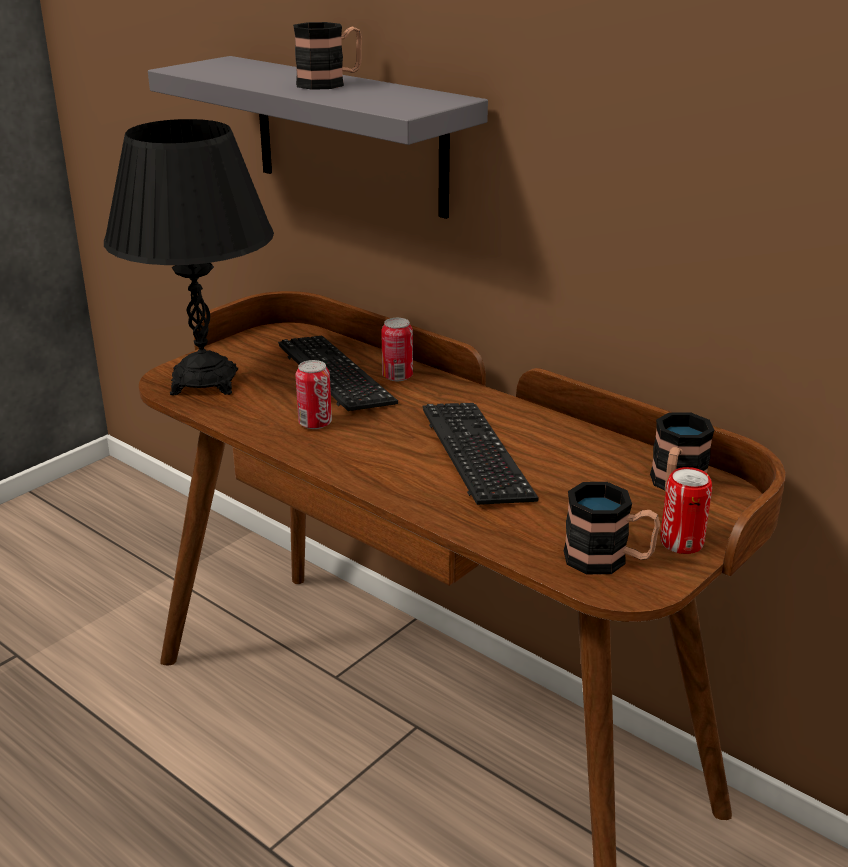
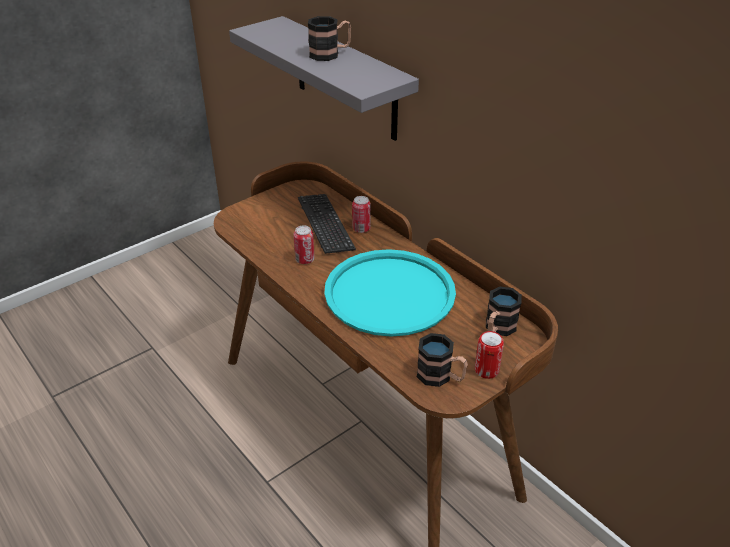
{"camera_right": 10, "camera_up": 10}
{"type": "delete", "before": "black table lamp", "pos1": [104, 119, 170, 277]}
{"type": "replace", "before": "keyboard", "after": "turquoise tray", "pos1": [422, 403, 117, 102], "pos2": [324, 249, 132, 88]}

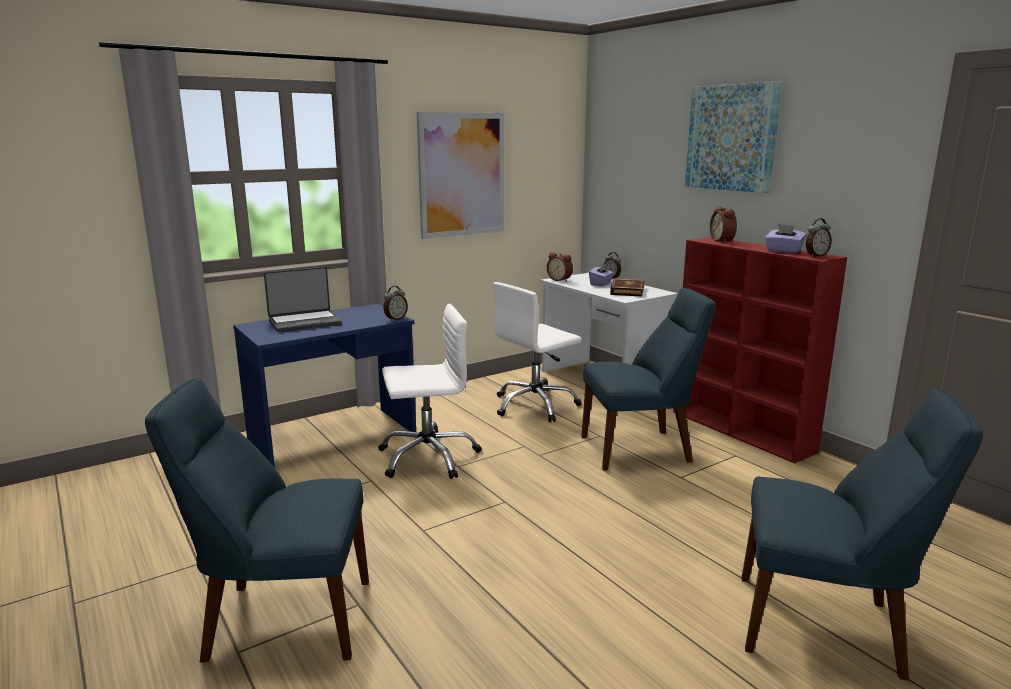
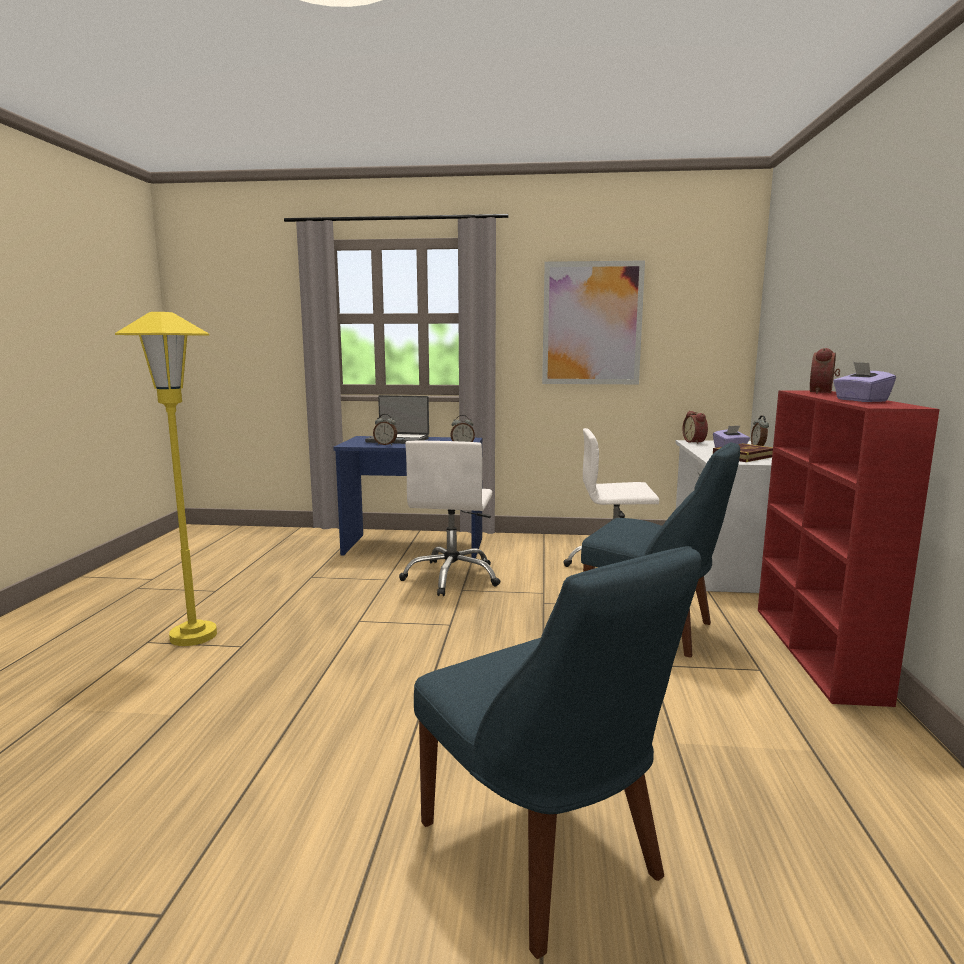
{"camera_right": 40, "camera_up": -5}
{"type": "replace", "before": "blue chair", "after": "yellow floor lamp", "pos1": [145, 378, 224, 284], "pos2": [115, 312, 102, 334]}
{"type": "rotate", "before": "white office chair", "pos1": [378, 304, 104, 175], "pos2": [399, 441, 102, 155], "turn": 75}
{"type": "delete", "before": "picture", "pos1": [685, 81, 97, 112]}
{"type": "move", "before": "alarm clock", "pos1": [806, 218, 26, 39], "pos2": [373, 414, 24, 31]}

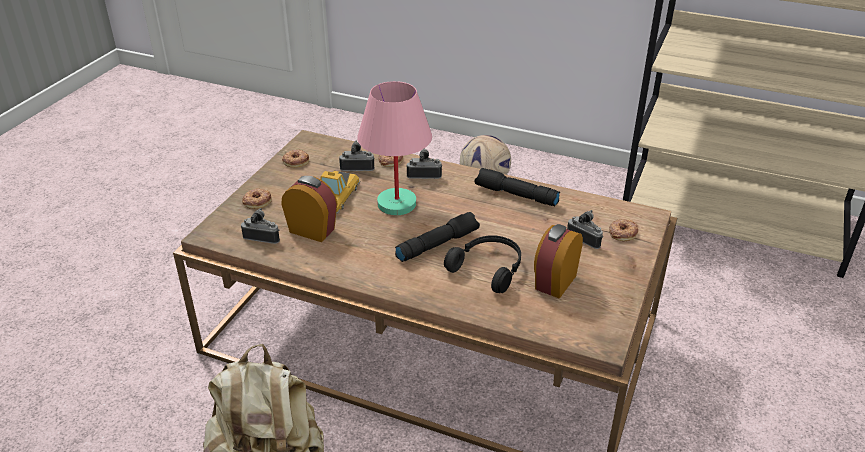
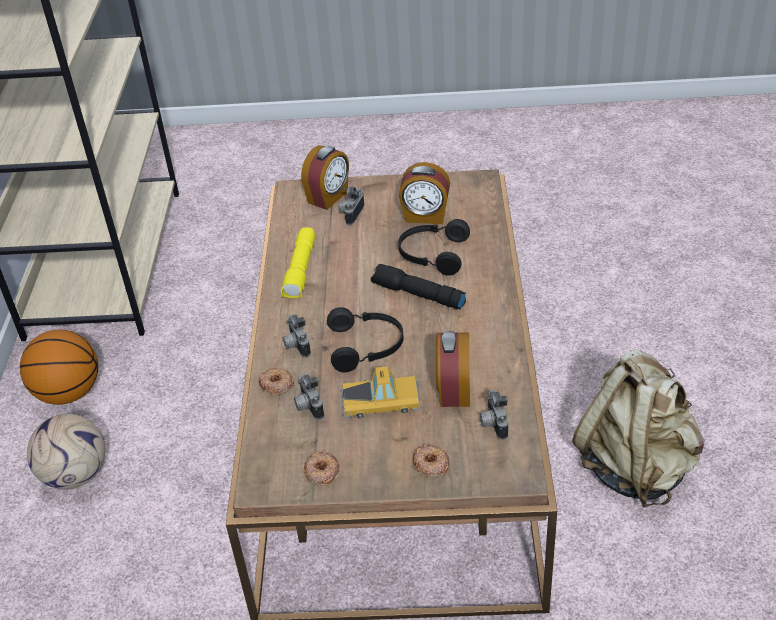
{"camera_right": -110, "camera_up": 5}
{"type": "replace", "before": "pink table lamp", "after": "black headphones", "pos1": [357, 81, 75, 134], "pos2": [327, 307, 77, 65]}
{"type": "recolor", "before": "black flashlight", "after": "yellow flashlight", "pos1": [475, 168, 85, 38], "pos2": [281, 227, 34, 71]}
{"type": "replace", "before": "donut", "after": "alarm clock", "pos1": [609, 219, 29, 22], "pos2": [301, 145, 48, 65]}
{"type": "insert", "after": "basketball", "pos2": [20, 330, 78, 75]}

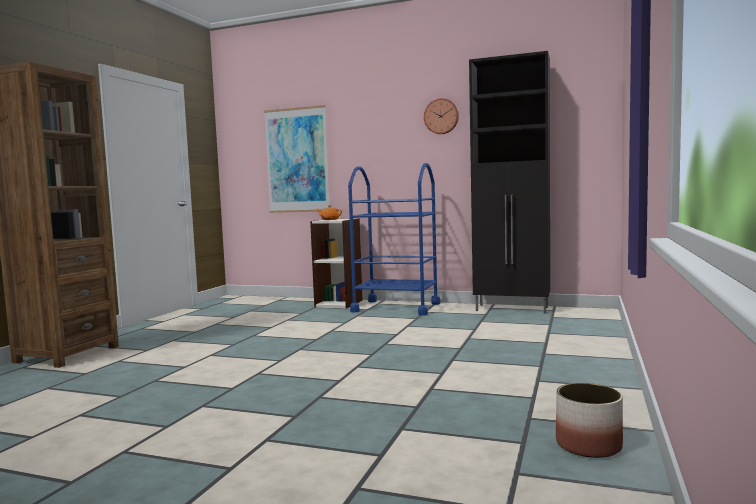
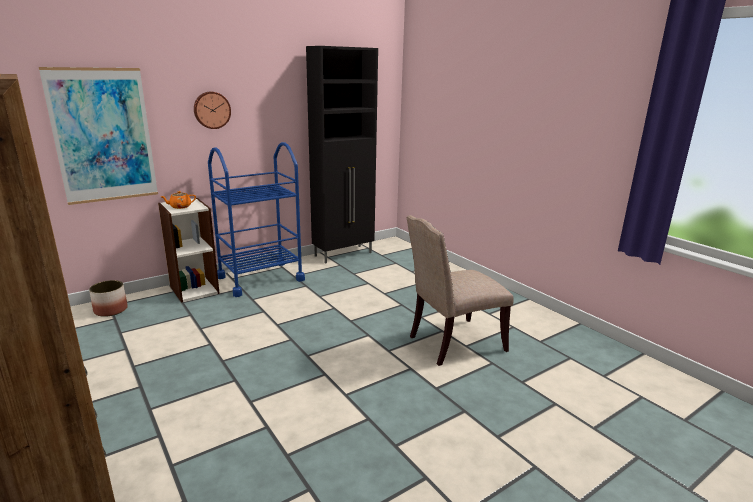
{"camera_right": -55, "camera_up": 15}
{"type": "move", "before": "wall clock", "pos1": [424, 98, 35, 36], "pos2": [194, 92, 37, 37]}
{"type": "move", "before": "planter", "pos1": [556, 383, 67, 75], "pos2": [89, 280, 39, 37]}
{"type": "insert", "after": "beige chair", "pos2": [407, 215, 107, 151]}

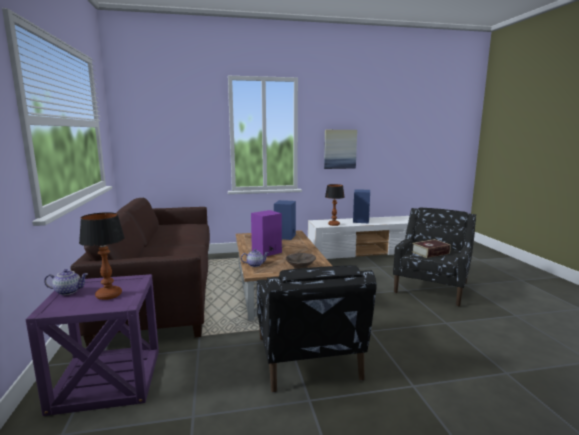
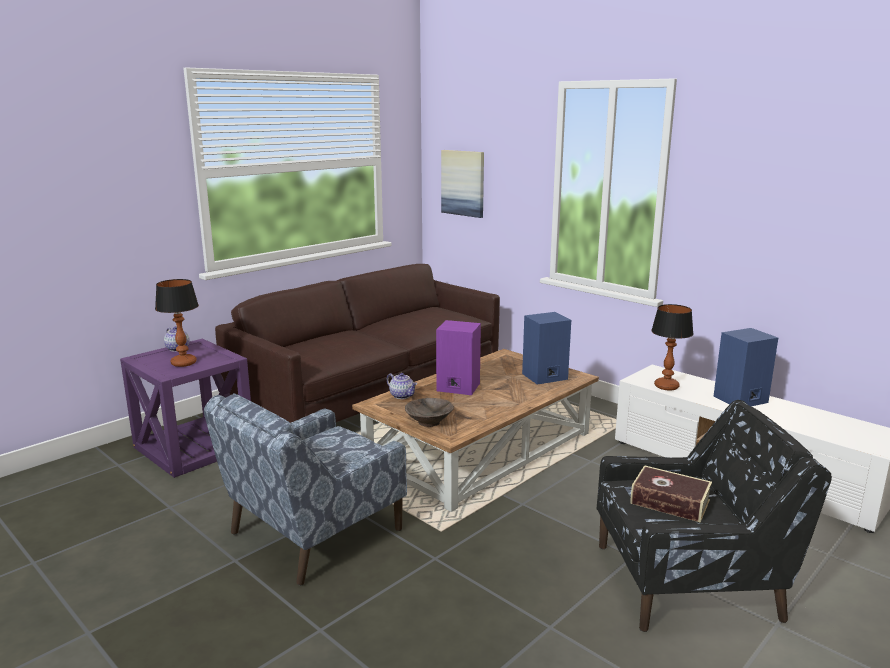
{"camera_right": 55, "camera_up": 5}
{"type": "recolor", "before": "black armchair", "after": "blue armchair", "pos1": [257, 265, 120, 128], "pos2": [204, 393, 203, 192]}
{"type": "move", "before": "picture", "pos1": [324, 130, 33, 39], "pos2": [441, 150, 43, 68]}

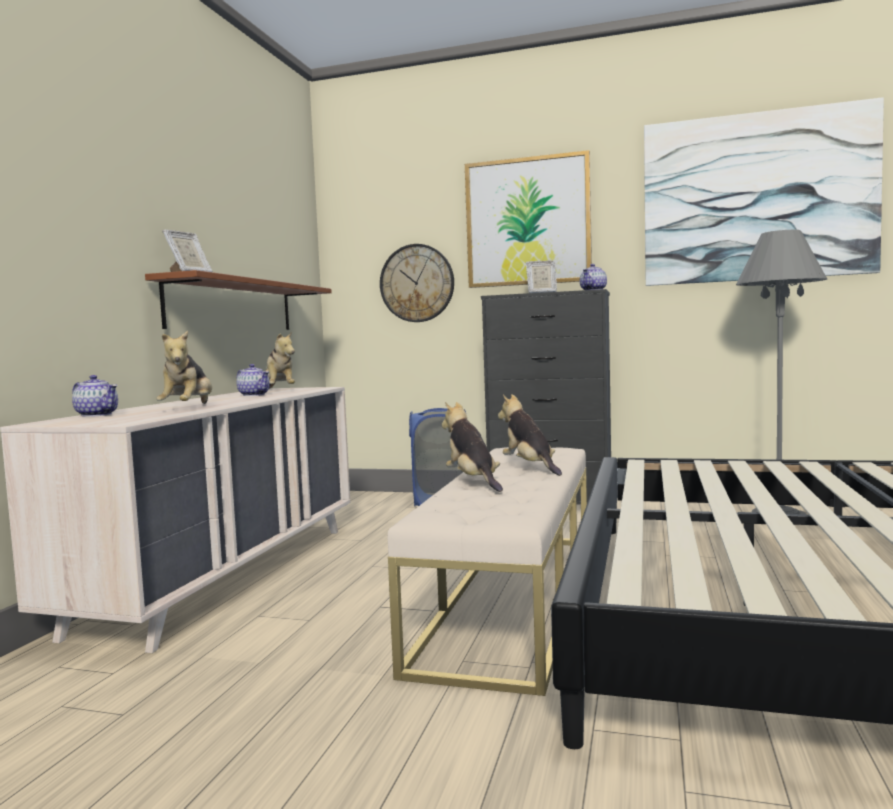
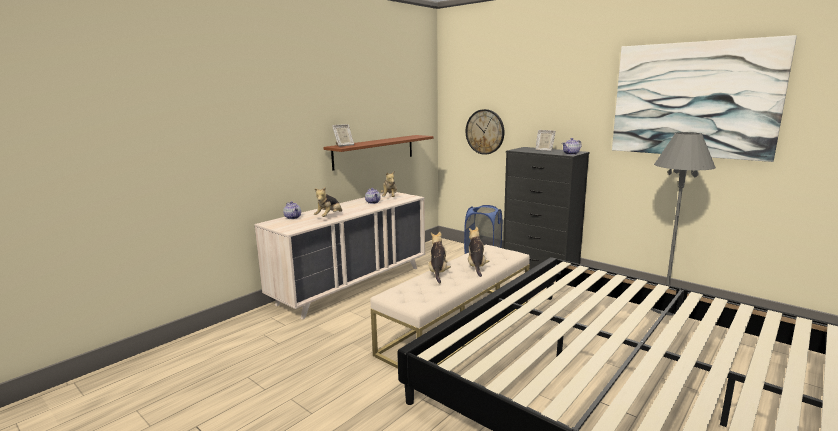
{"camera_right": 25, "camera_up": 10}
{"type": "delete", "before": "picture", "pos1": [465, 150, 127, 138]}

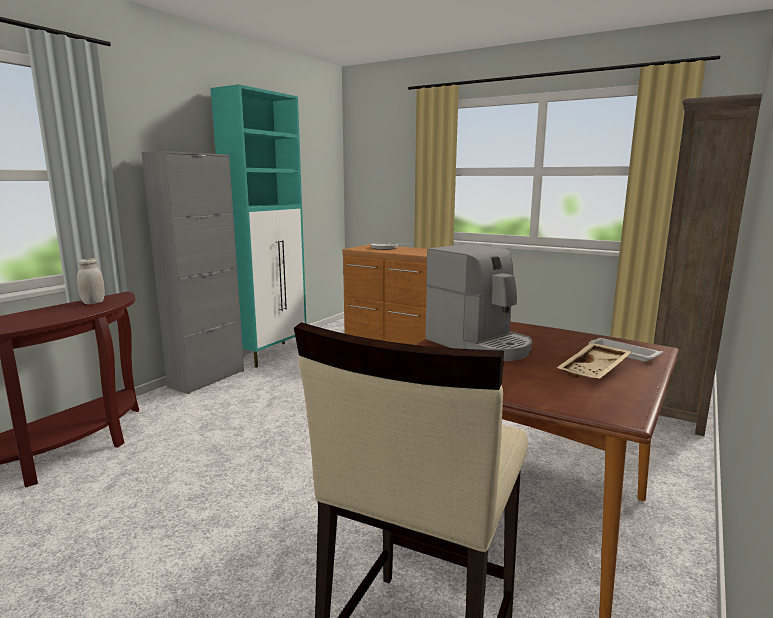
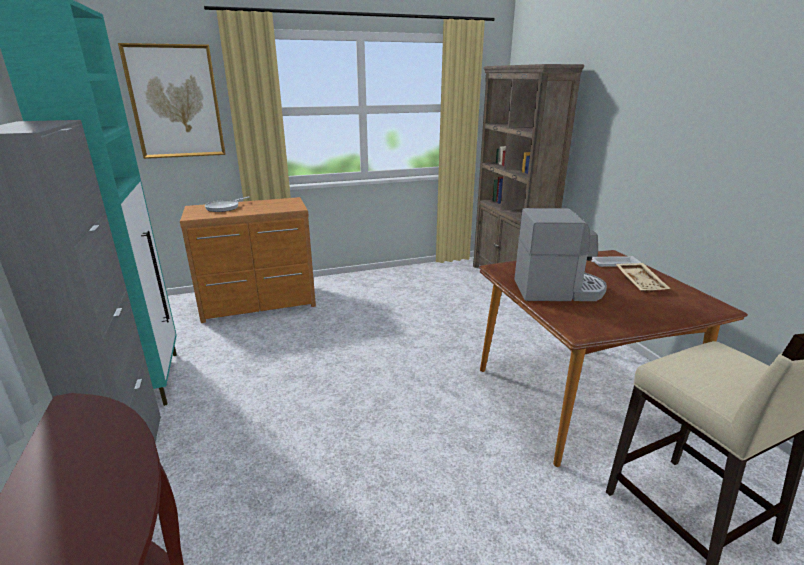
{"camera_right": -50, "camera_up": 10}
{"type": "delete", "before": "white jar", "pos1": [77, 258, 28, 47]}
{"type": "insert", "after": "picture", "pos2": [118, 43, 108, 116]}

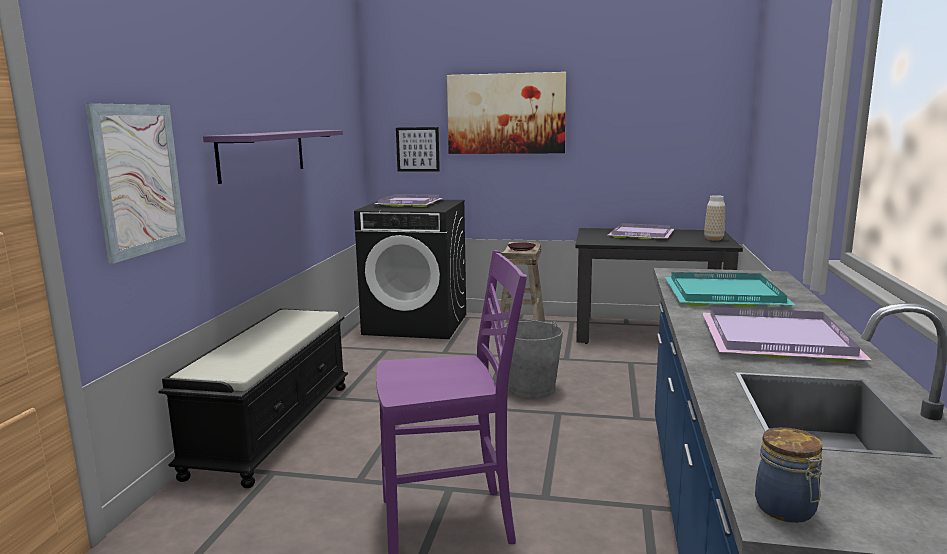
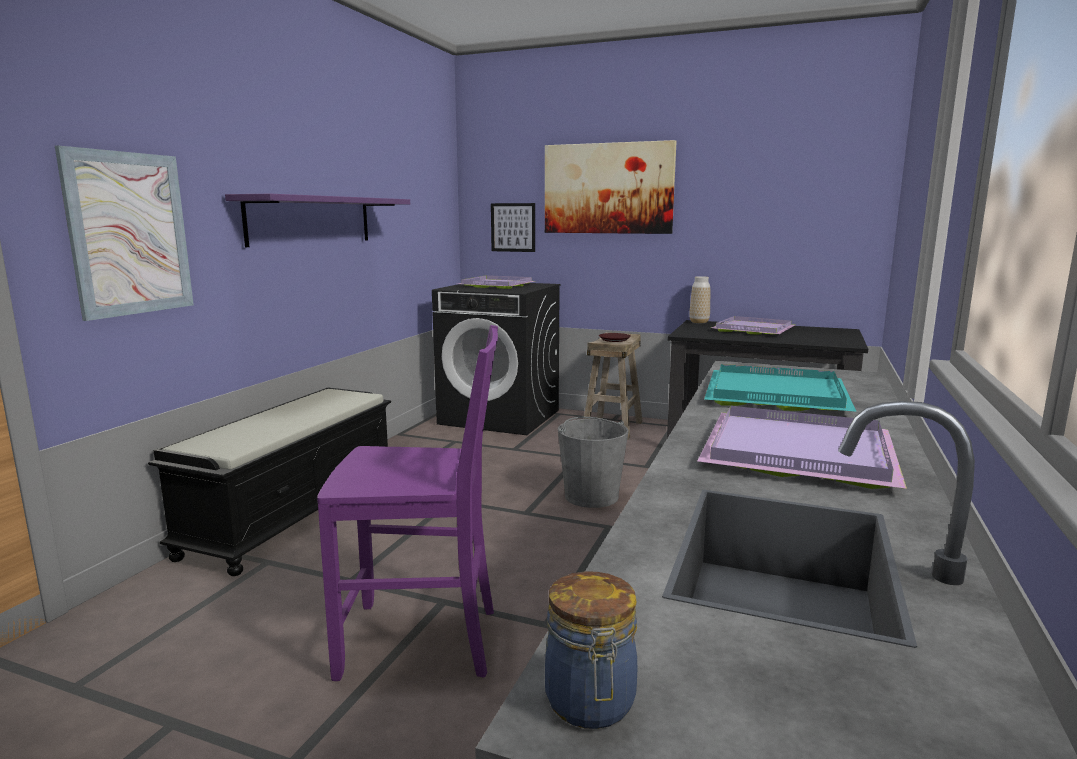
{"camera_right": 10, "camera_up": 0}
{"type": "move", "before": "vase", "pos1": [704, 195, 21, 46], "pos2": [689, 276, 21, 47]}

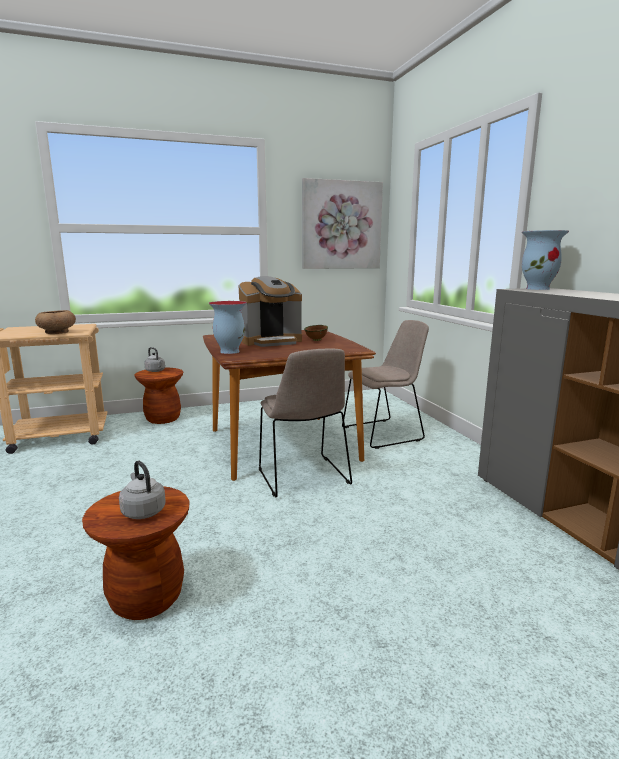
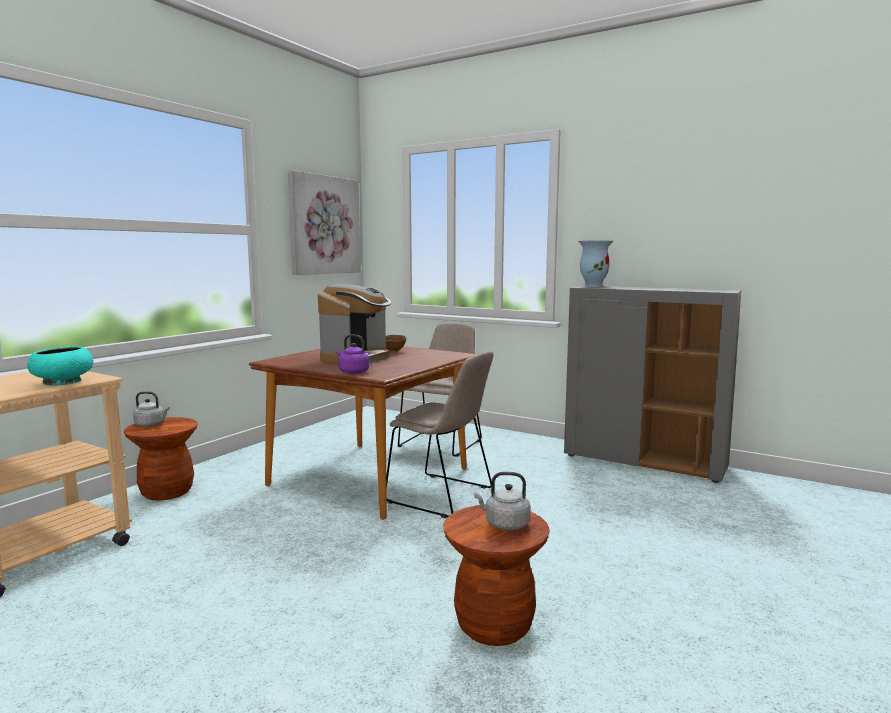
{"camera_right": -40, "camera_up": -5}
{"type": "recolor", "before": "brown bowl", "after": "turquoise bowl", "pos1": [35, 310, 41, 24], "pos2": [27, 346, 66, 39]}
{"type": "replace", "before": "vase", "after": "purple kettle", "pos1": [208, 301, 39, 53], "pos2": [335, 334, 34, 40]}

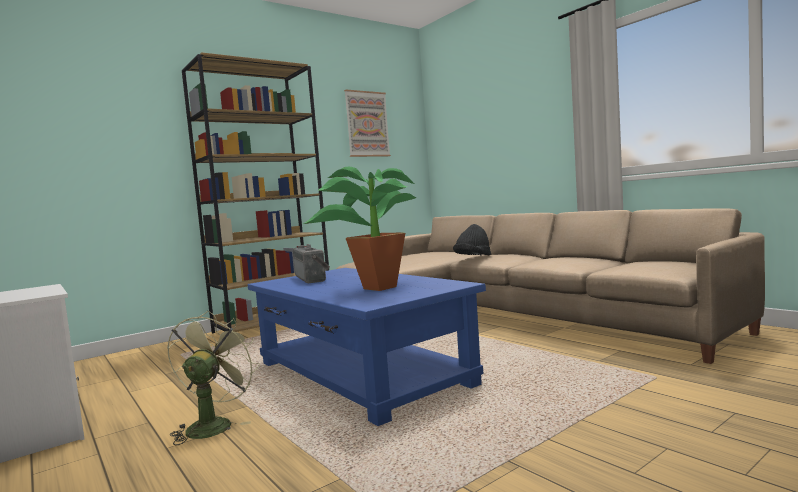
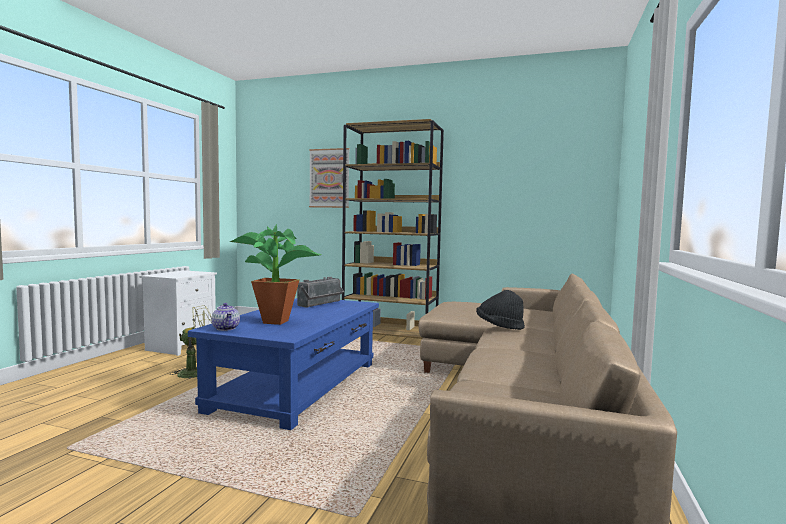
{"camera_right": 55, "camera_up": 0}
{"type": "move", "before": "picture", "pos1": [344, 90, 47, 67], "pos2": [309, 148, 41, 60]}
{"type": "insert", "after": "teapot", "pos2": [212, 303, 28, 28]}

